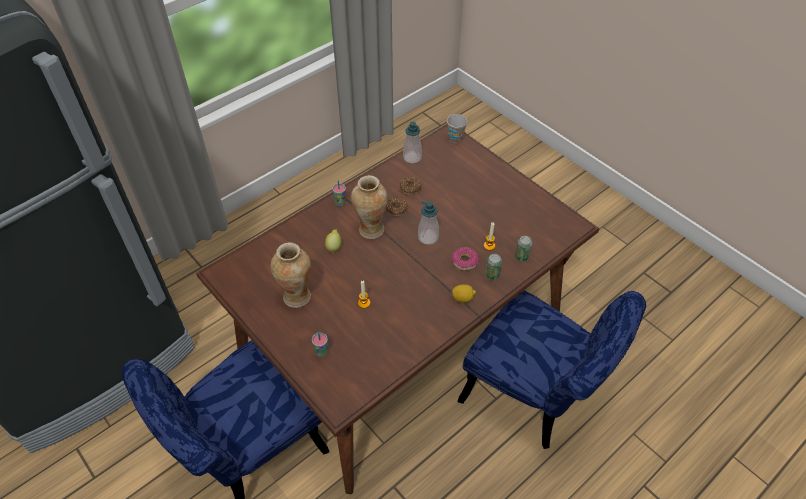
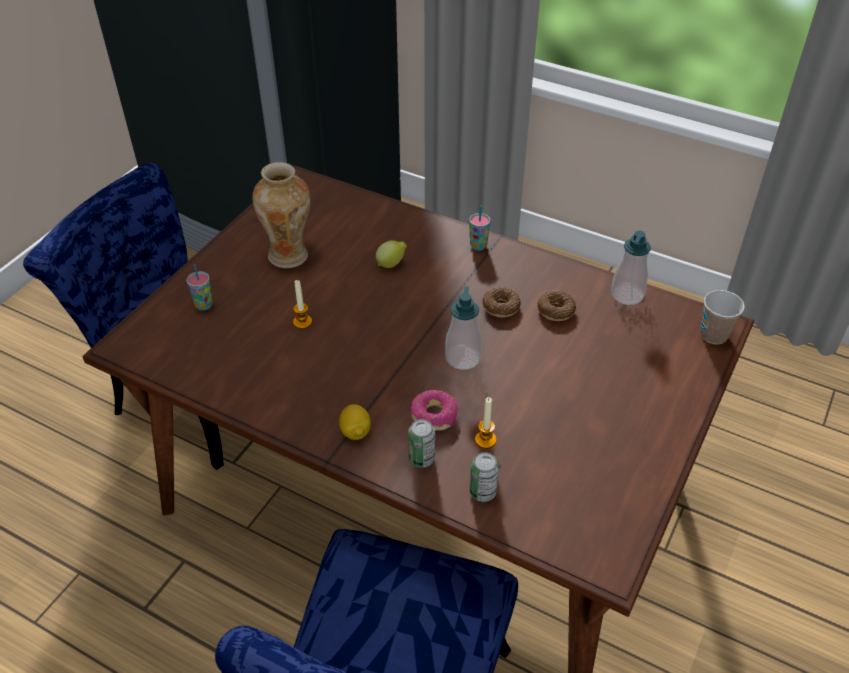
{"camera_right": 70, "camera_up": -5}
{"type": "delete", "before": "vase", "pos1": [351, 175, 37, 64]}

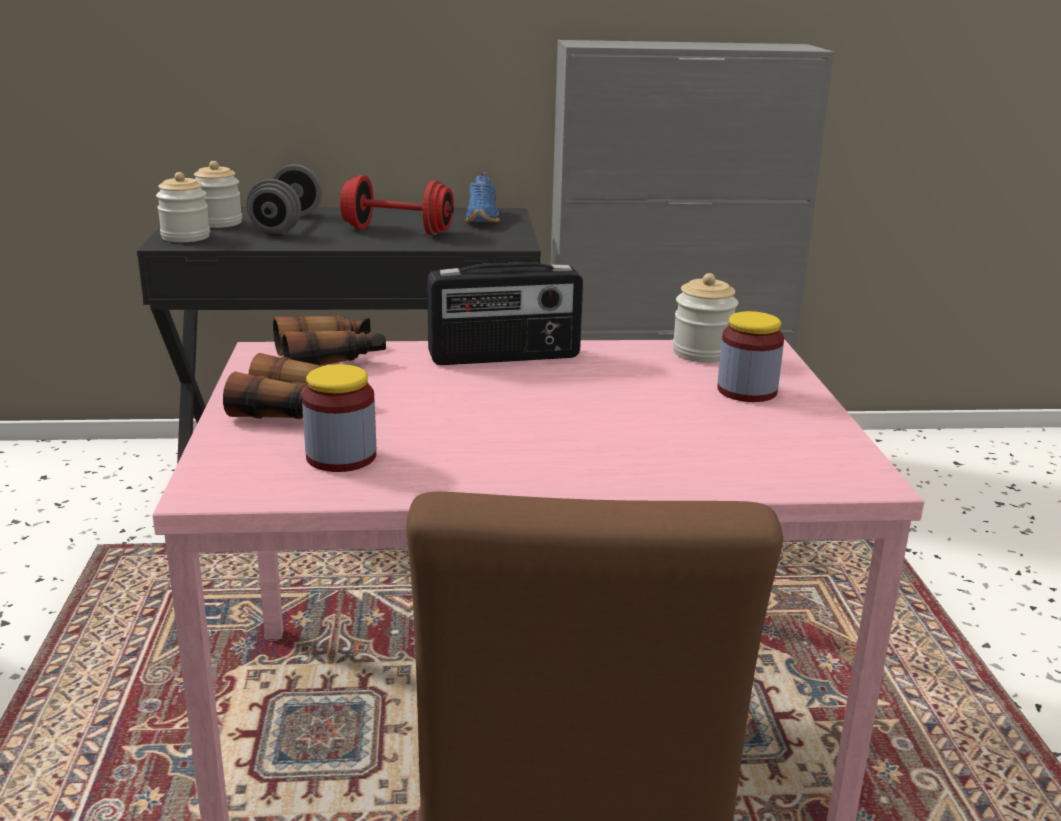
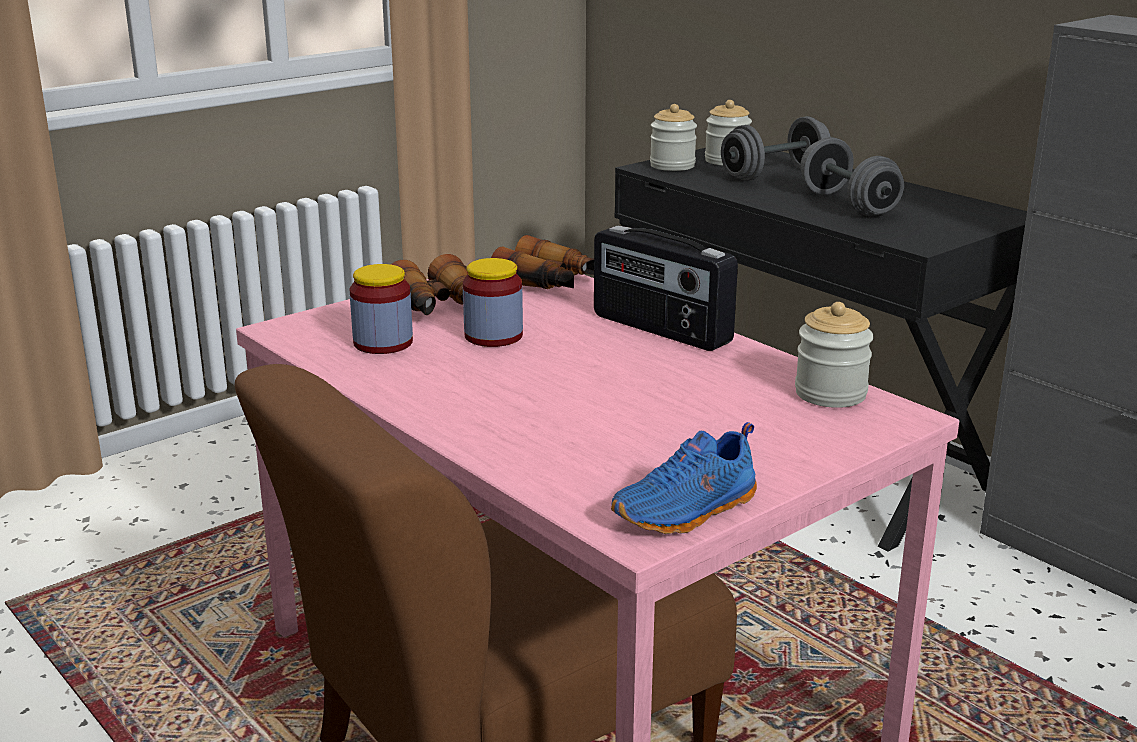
{"camera_right": 55, "camera_up": 0}
{"type": "recolor", "before": "red dumbbell", "after": "grey dumbbell", "pos1": [340, 175, 114, 61], "pos2": [800, 137, 104, 79]}
{"type": "move", "before": "blue shoe", "pos1": [466, 172, 34, 50], "pos2": [611, 422, 146, 112]}
{"type": "move", "before": "jar", "pos1": [717, 311, 67, 91], "pos2": [463, 258, 60, 89]}

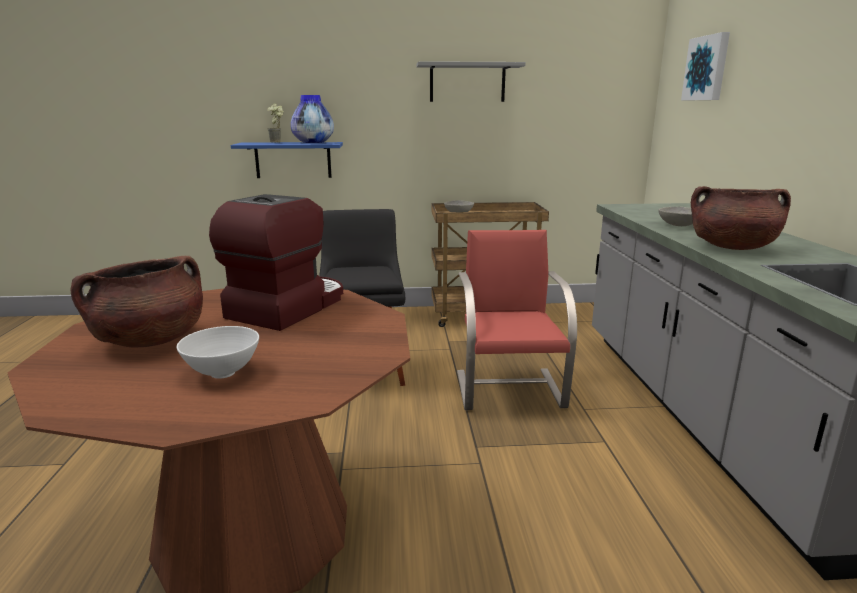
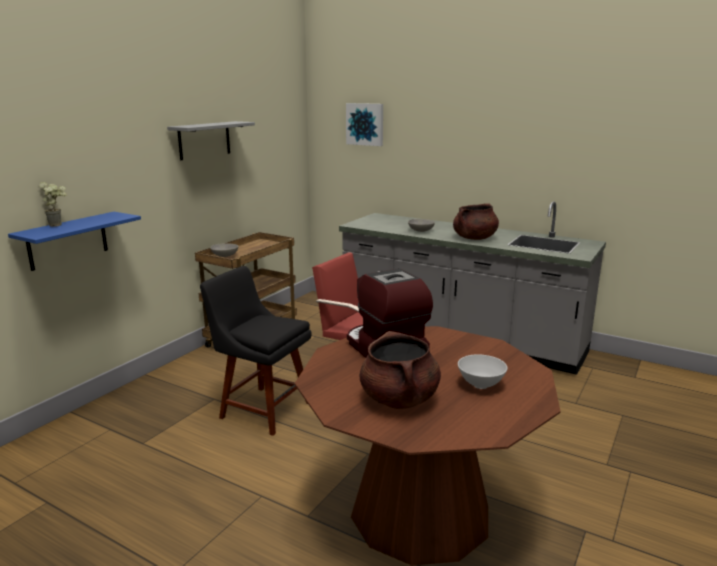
{"camera_right": -55, "camera_up": 0}
{"type": "delete", "before": "vase", "pos1": [290, 95, 44, 48]}

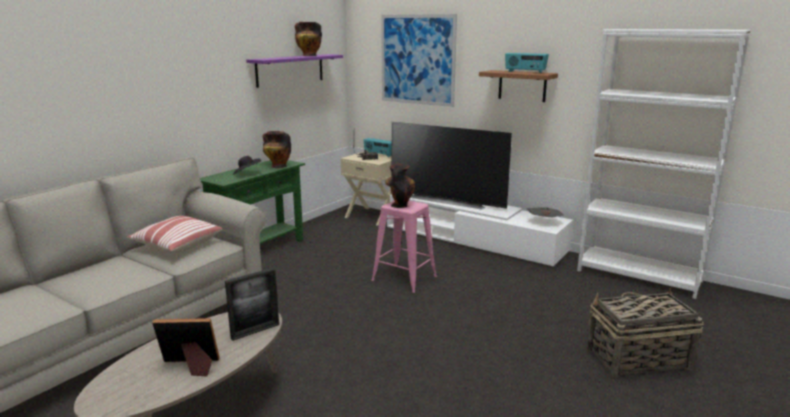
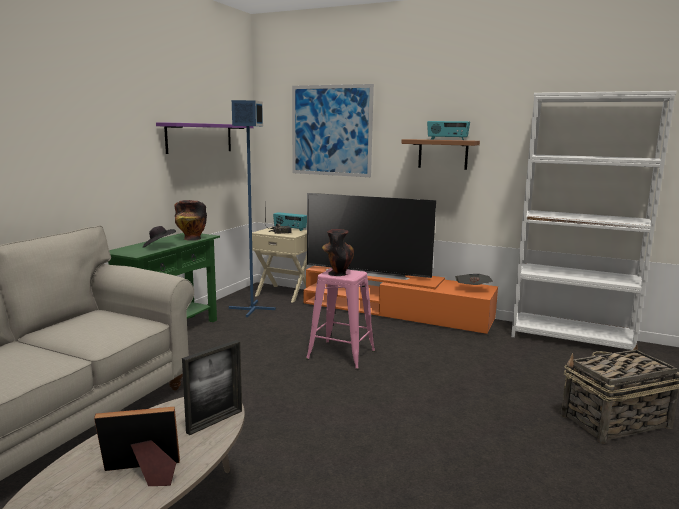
{"camera_right": -10, "camera_up": -5}
{"type": "delete", "before": "pillow", "pos1": [126, 216, 97, 36]}
{"type": "delete", "before": "vase", "pos1": [295, 22, 27, 34]}
{"type": "recolor", "before": "white tv stand", "after": "orange tv stand", "pos1": [387, 194, 186, 72], "pos2": [304, 266, 194, 68]}
{"type": "insert", "after": "blue floor lamp", "pos2": [229, 100, 47, 217]}

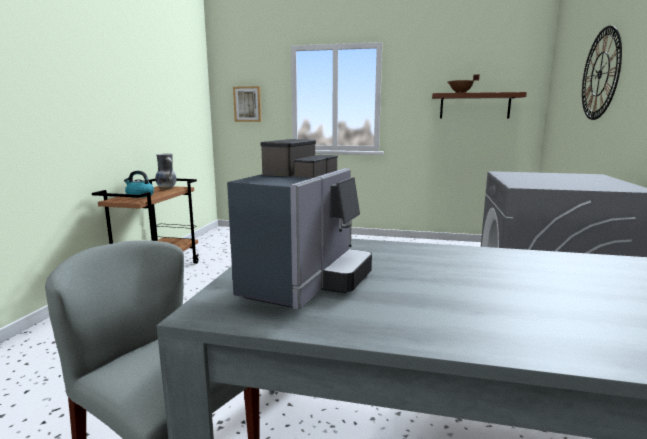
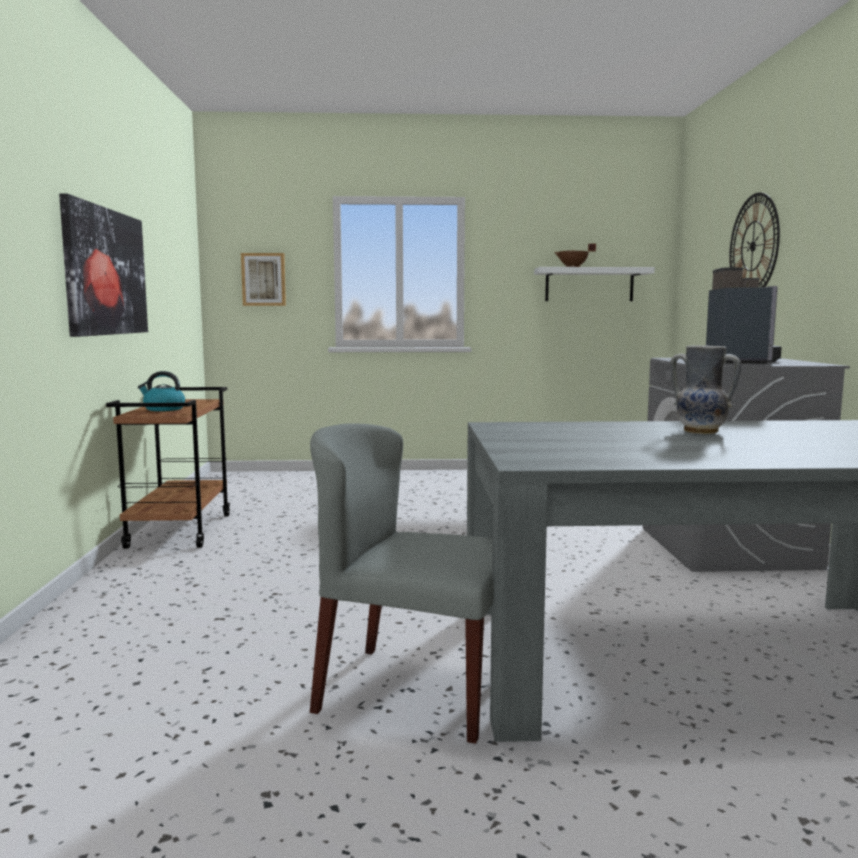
{"camera_right": -15, "camera_up": -5}
{"type": "move", "before": "vase", "pos1": [155, 153, 21, 37], "pos2": [670, 345, 71, 89]}
{"type": "move", "before": "coffee machine", "pos1": [227, 139, 145, 170], "pos2": [706, 267, 76, 97]}
{"type": "recolor", "before": "brown shelf", "after": "white shelf", "pos1": [432, 92, 95, 27], "pos2": [534, 267, 121, 34]}
{"type": "insert", "after": "picture", "pos2": [59, 194, 89, 143]}

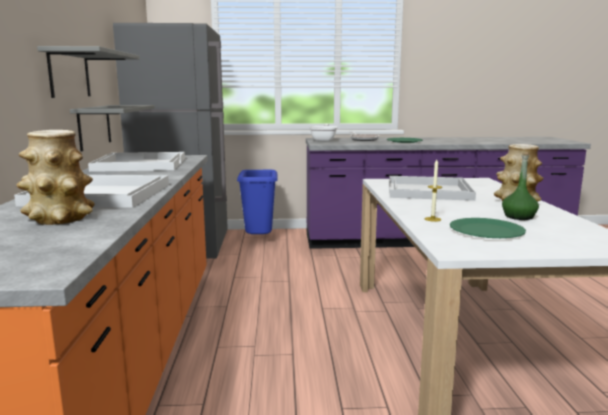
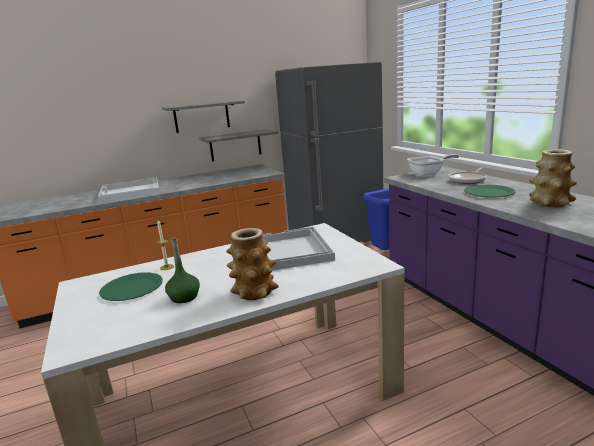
{"camera_right": 70, "camera_up": 5}
{"type": "move", "before": "vase", "pos1": [17, 130, 78, 95], "pos2": [529, 149, 48, 58]}
{"type": "delete", "before": "white tray", "pos1": [88, 152, 97, 20]}

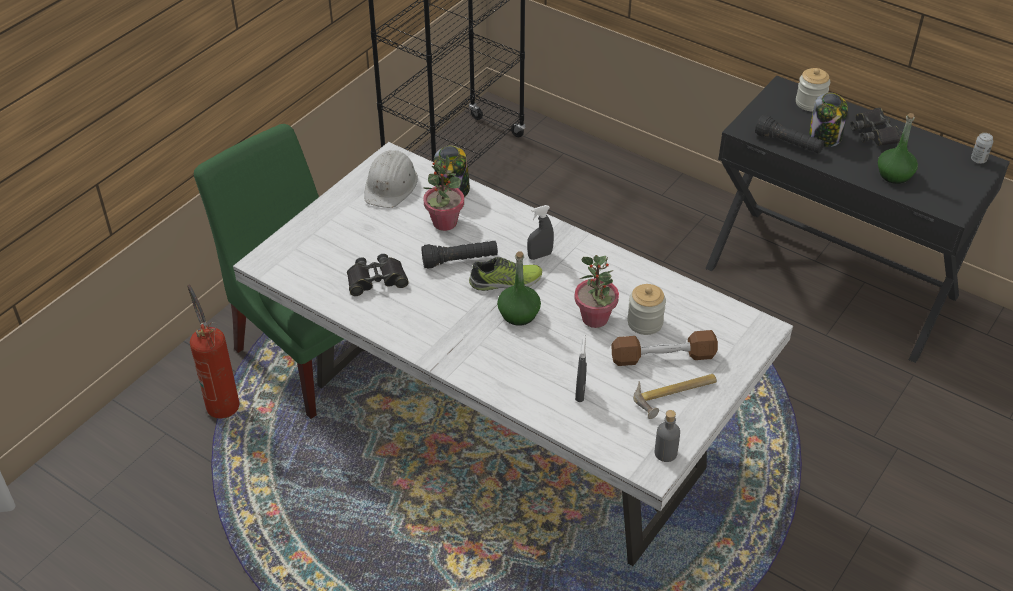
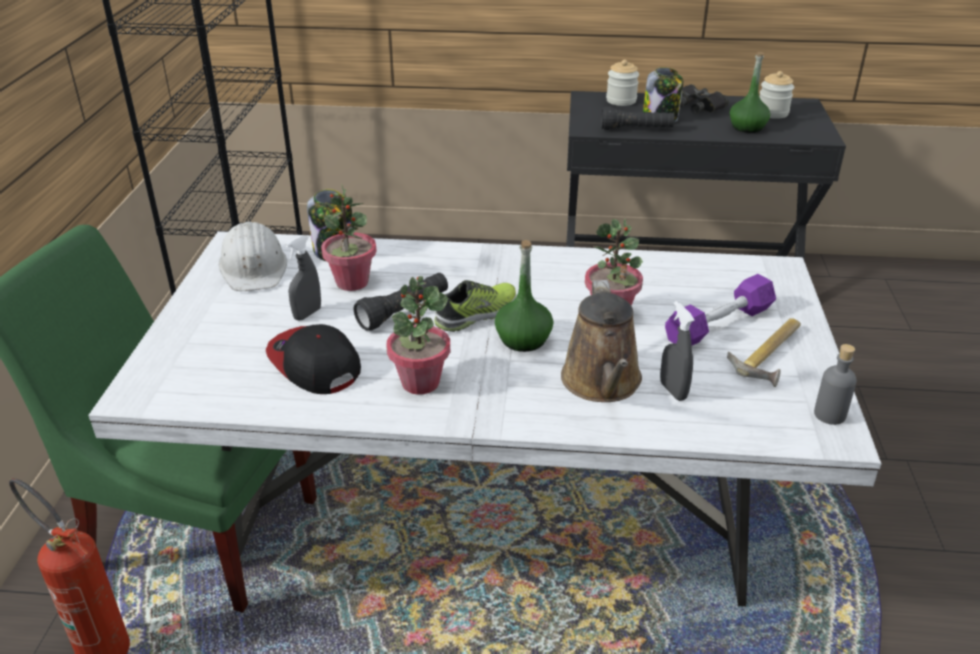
{"camera_right": -30, "camera_up": -10}
{"type": "replace", "before": "black binoculars", "after": "cap", "pos1": [347, 254, 62, 42], "pos2": [266, 324, 95, 70]}
{"type": "move", "before": "grey spray bottle", "pos1": [527, 205, 27, 55], "pos2": [285, 235, 36, 86]}
{"type": "recolor", "before": "brown dumbbell", "after": "purple dumbbell", "pos1": [612, 330, 106, 36], "pos2": [665, 274, 111, 72]}
{"type": "move", "before": "jar", "pos1": [627, 284, 39, 51], "pos2": [760, 71, 34, 48]}
{"type": "delete", "before": "can", "pos1": [971, 133, 22, 31]}
{"type": "insert", "after": "potted plant", "pos2": [386, 276, 64, 119]}
{"type": "insert", "after": "brown watering can", "pos2": [561, 280, 81, 122]}

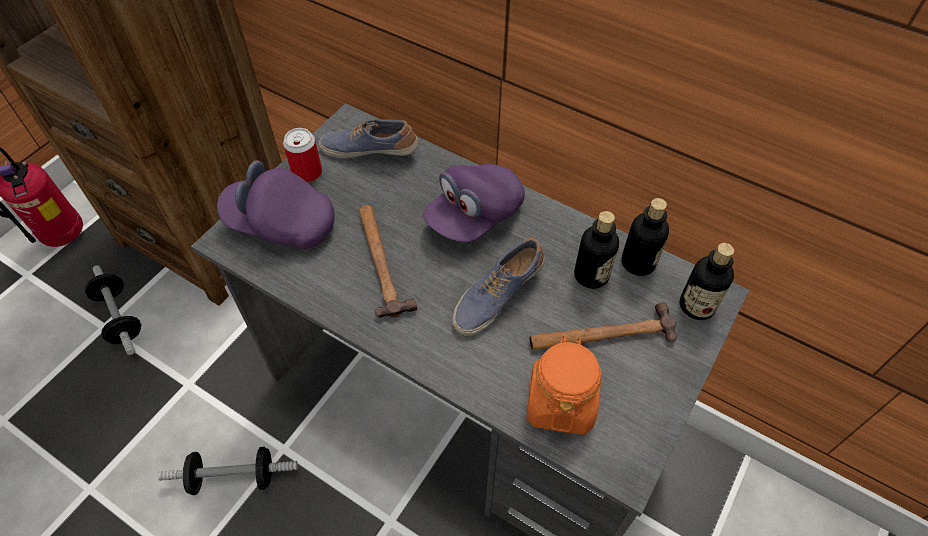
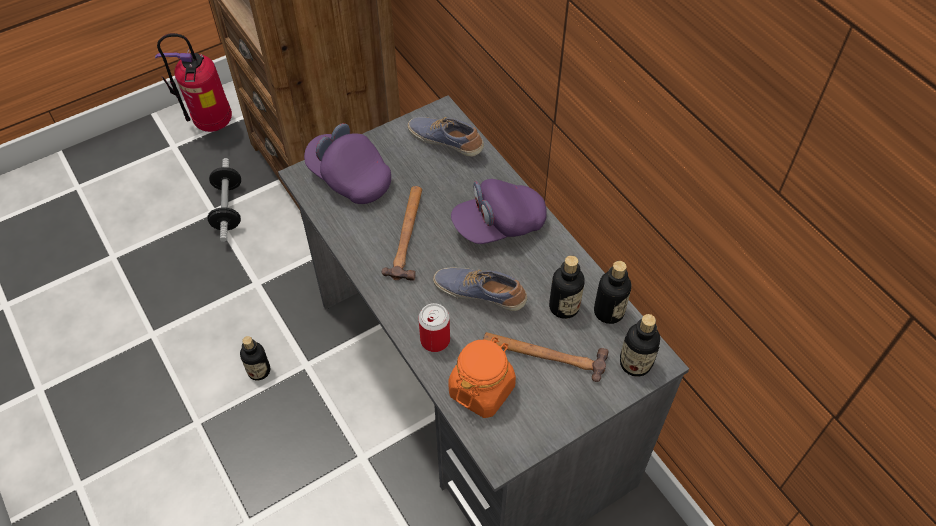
{"camera_right": 25, "camera_up": 0}
{"type": "replace", "before": "dumbbell", "after": "bottle", "pos1": [158, 447, 140, 48], "pos2": [240, 336, 30, 44]}
{"type": "move", "before": "can", "pos1": [283, 128, 39, 55], "pos2": [418, 303, 32, 49]}
{"type": "rotate", "before": "shoe", "pos1": [452, 238, 93, 99], "pos2": [433, 268, 95, 43], "turn": 45}

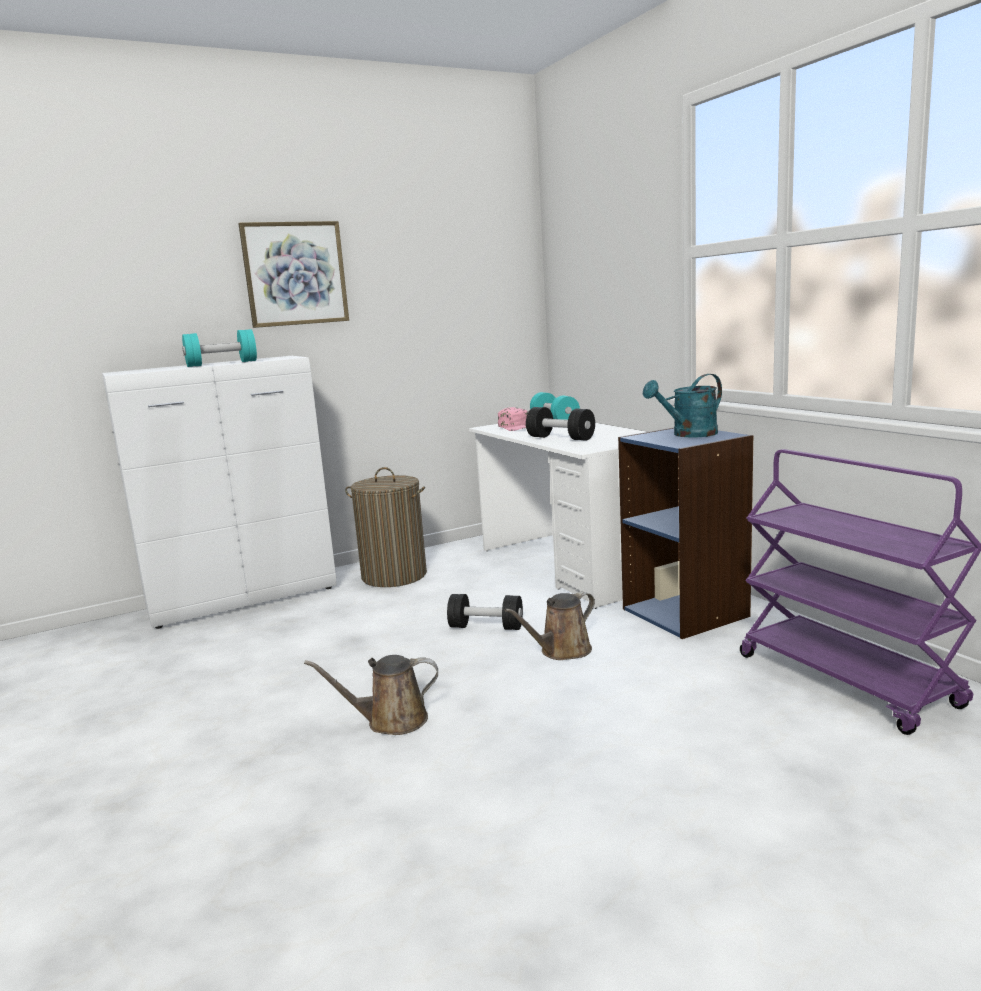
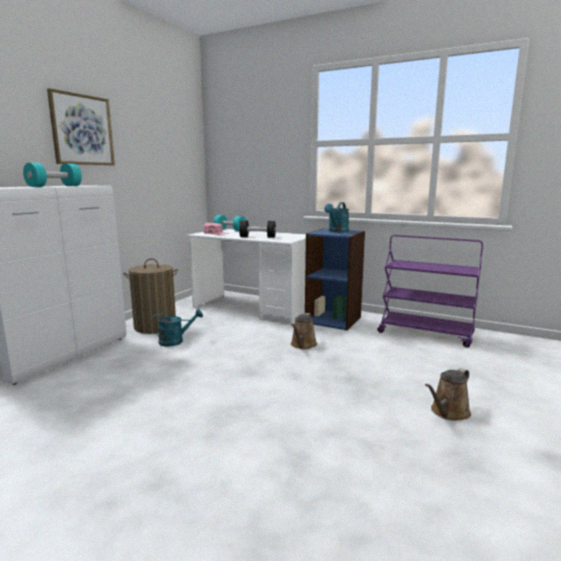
{"camera_right": -35, "camera_up": 0}
{"type": "move", "before": "brown watering can", "pos1": [304, 655, 134, 80], "pos2": [425, 368, 46, 53]}
{"type": "delete", "before": "black dumbbell", "pos1": [447, 594, 76, 36]}
{"type": "insert", "after": "turquoise watering can", "pos2": [151, 309, 52, 37]}

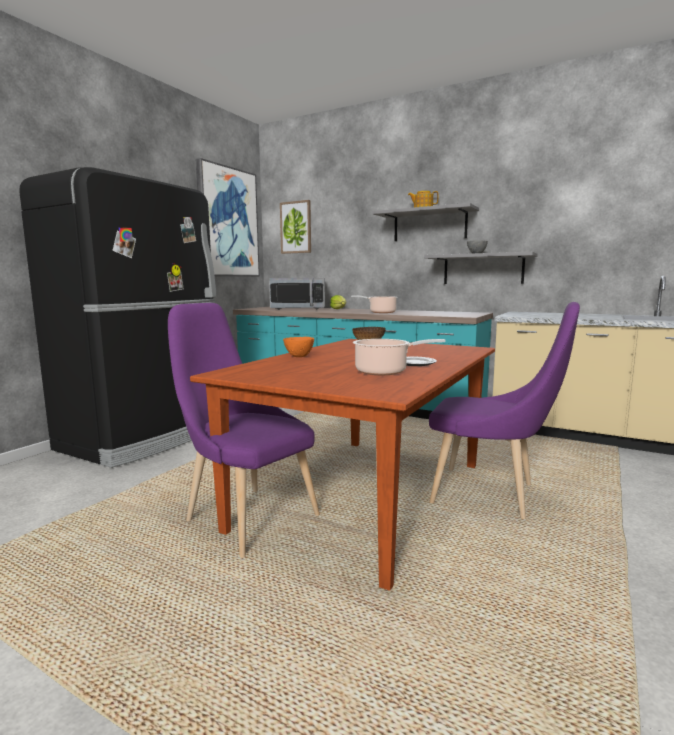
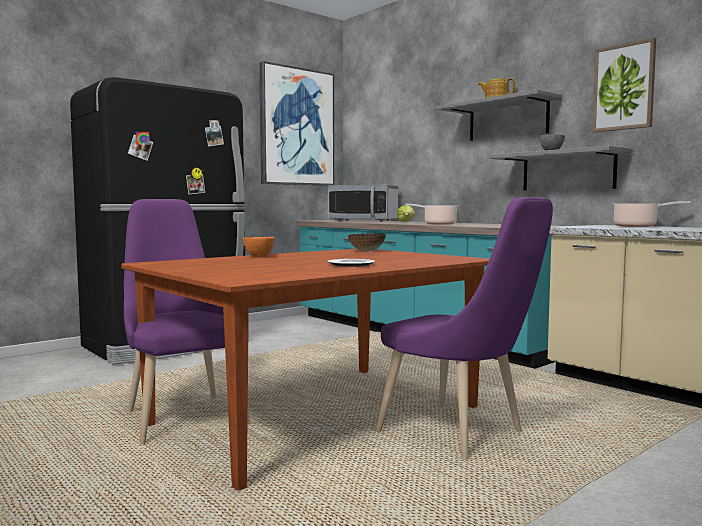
{"camera_right": 20, "camera_up": -5}
{"type": "move", "before": "picture", "pos1": [280, 200, 31, 54], "pos2": [592, 38, 64, 94]}
{"type": "move", "before": "cooking pot", "pos1": [353, 339, 92, 36], "pos2": [613, 201, 78, 26]}

